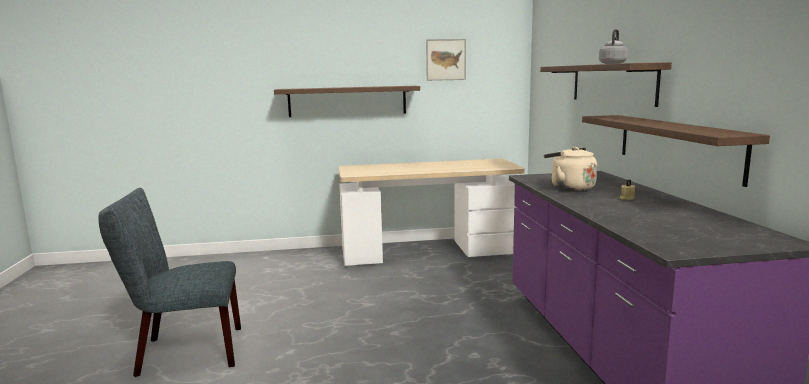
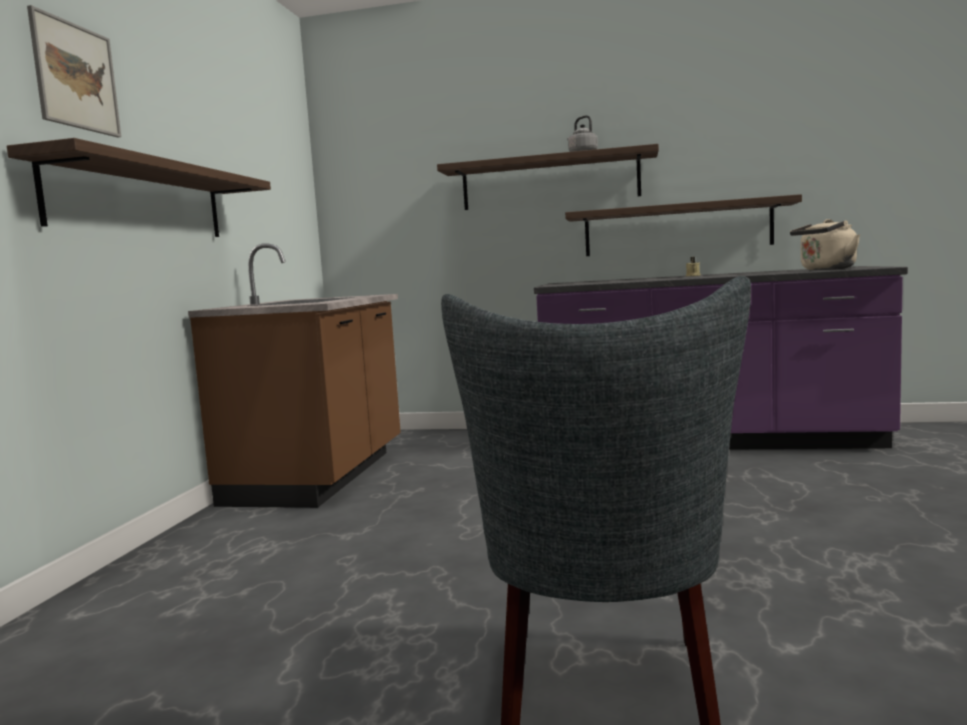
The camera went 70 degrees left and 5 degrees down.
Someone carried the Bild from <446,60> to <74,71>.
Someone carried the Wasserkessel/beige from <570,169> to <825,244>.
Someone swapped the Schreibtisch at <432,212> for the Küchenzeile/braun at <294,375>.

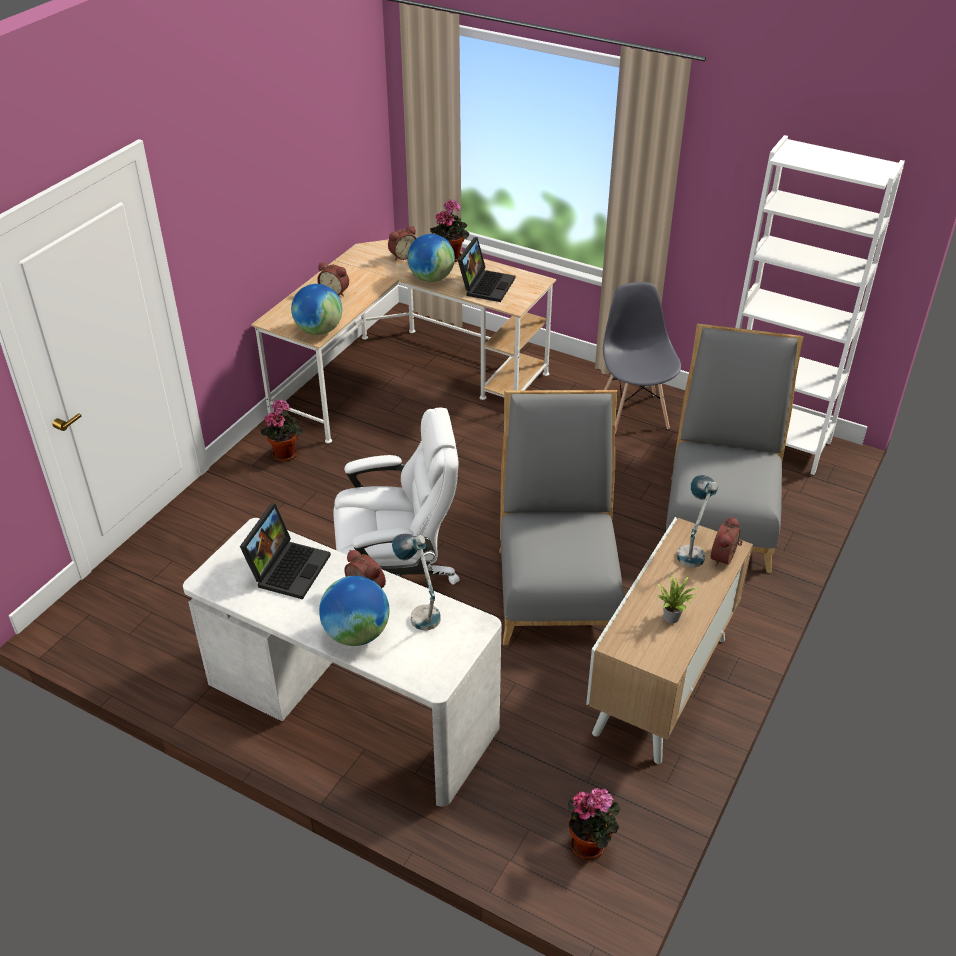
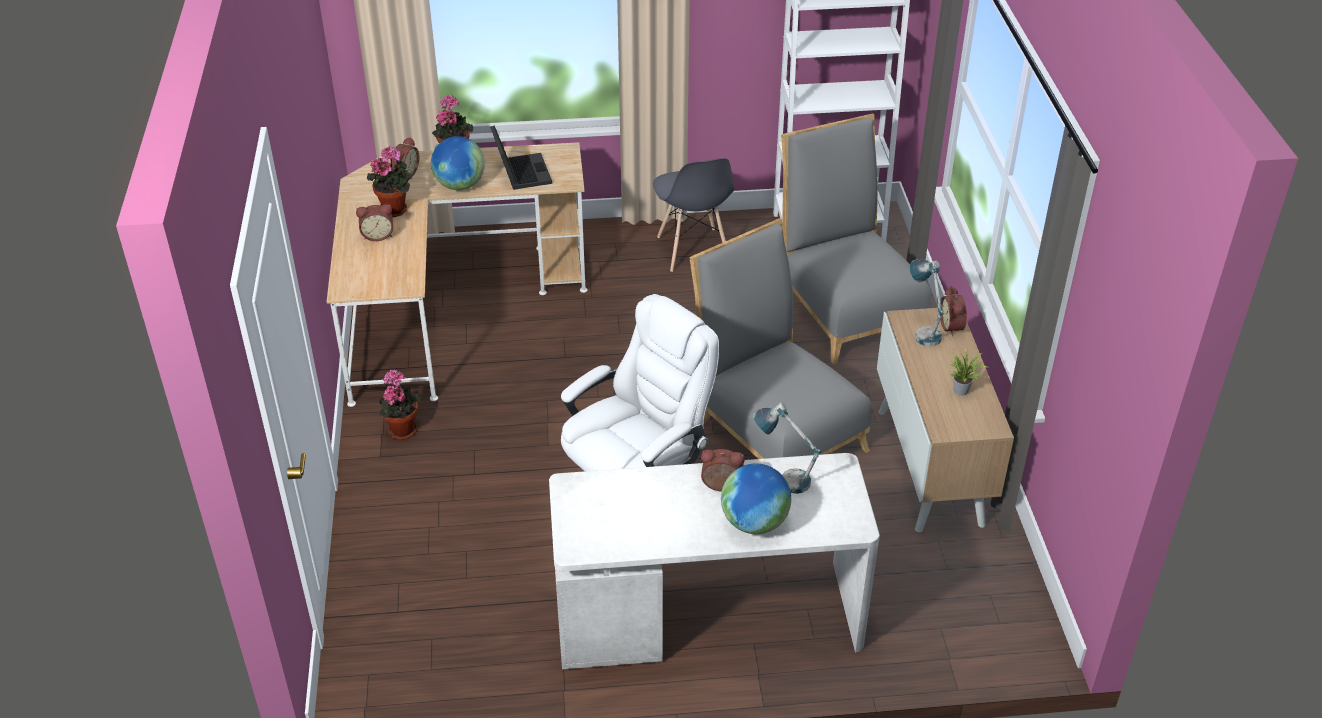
The camera went 35 degrees left and 0 degrees up.
Someone took away the Laptop at <285,551>.
Someone took away the Globus at <316,309>.
Someone carried the Topfpflanze from <594,824> to <389,181>.
Someone rotated the Stuhl/grau at <642,358> by 150 degrees counterclockwise.

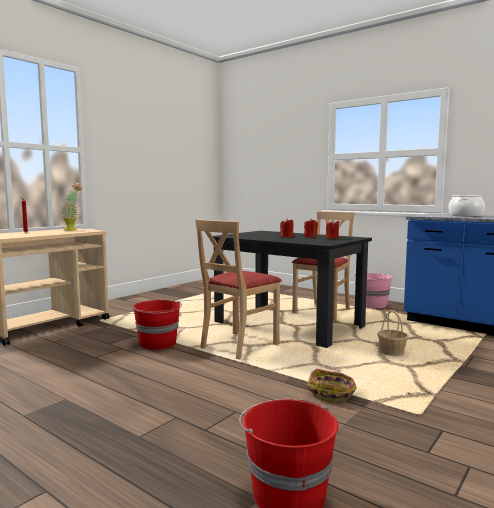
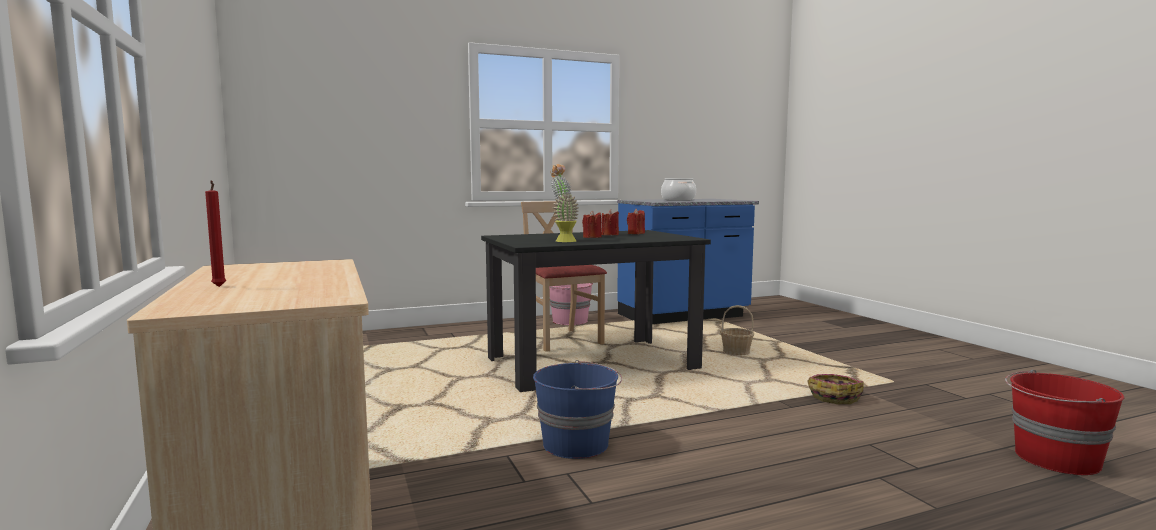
The camera went 60 degrees left and 0 degrees up.
Someone took away the Stuhl/beige at <238,289>.
Someone carried the Topfpflanze from <71,207> to <564,203>.
Someone repainted the Eimer/rot at <157,325>, which became the Eimer/blau at <577,409>.

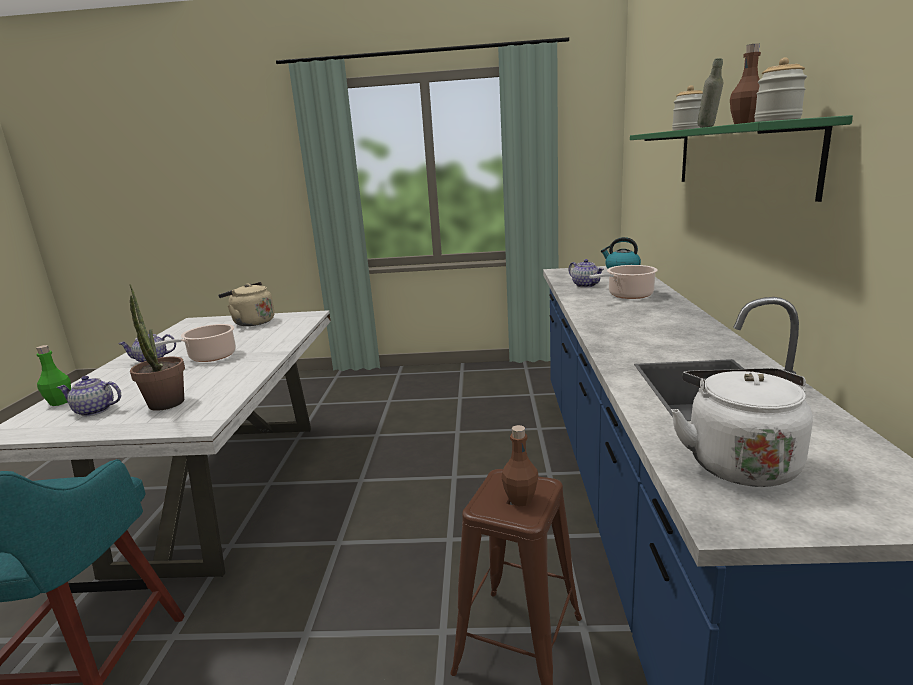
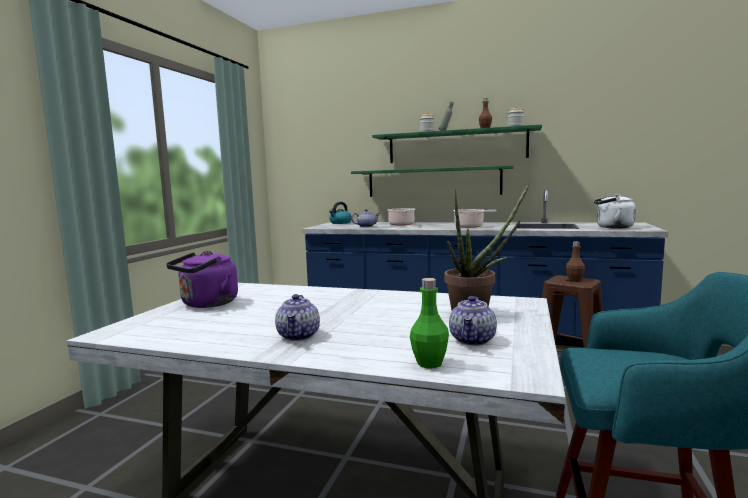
The camera went 75 degrees left and 10 degrees down.
Someone put up the Wandregal/grün at <432,181>.
Someone carried the Kochtopf from <195,343> to <475,218>.
Someone repainted the Wasserkessel/beige at <246,304>, which became the Wasserkessel/lila at <202,279>.

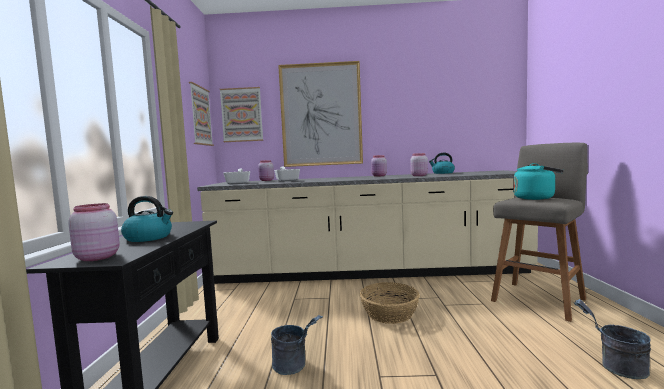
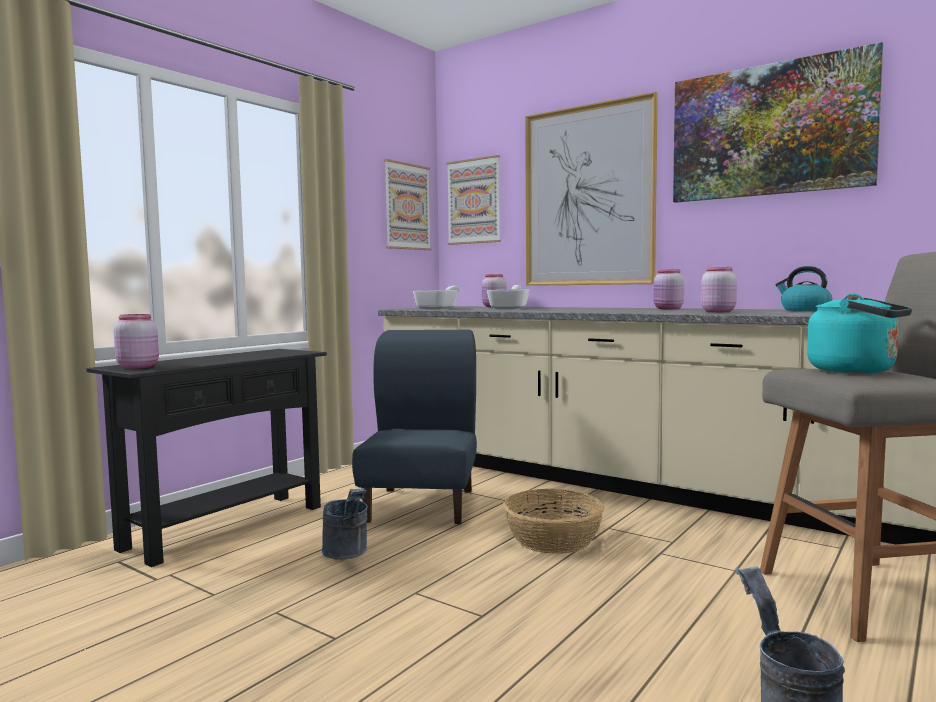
The camera went 35 degrees right and 0 degrees up.
Someone took away the Wasserkessel at <147,219>.
Someone put down the Stuhl/blau at <414,427>.
Someone put up the Bild at <778,122>.

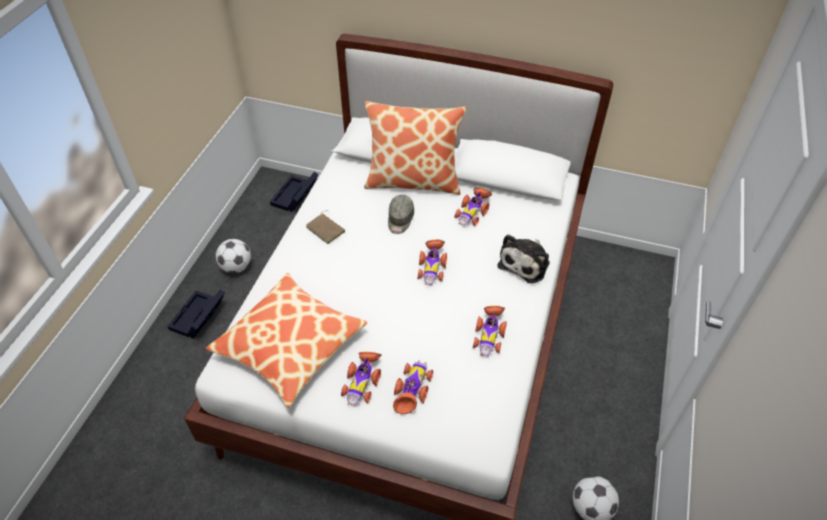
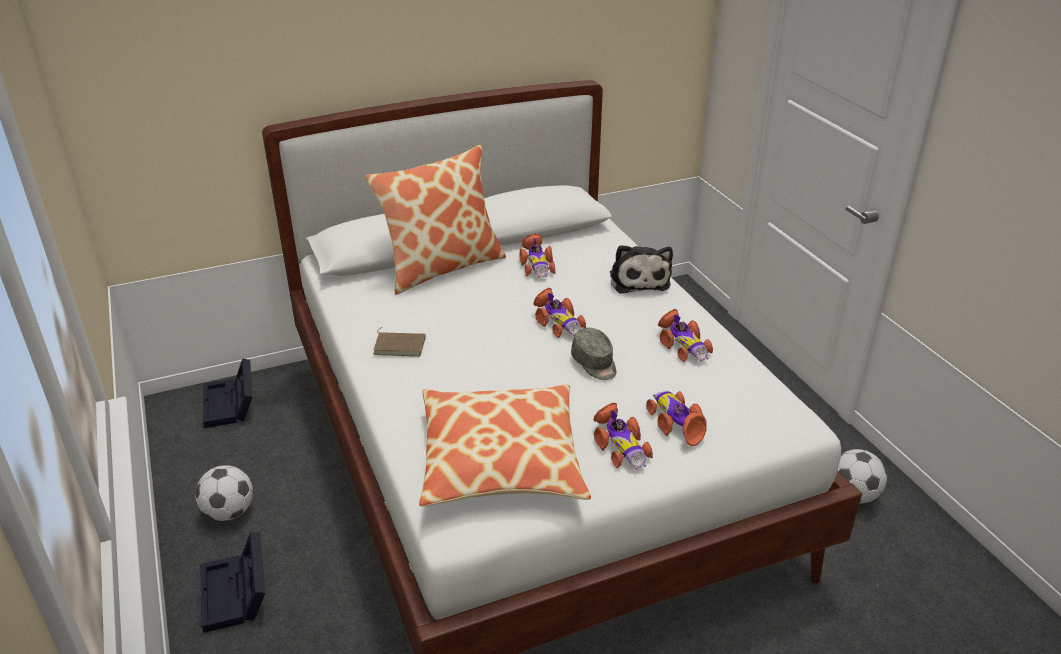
The camera went 40 degrees left and 15 degrees down.
Someone carried the Kappe/grau from <401,214> to <593,354>.

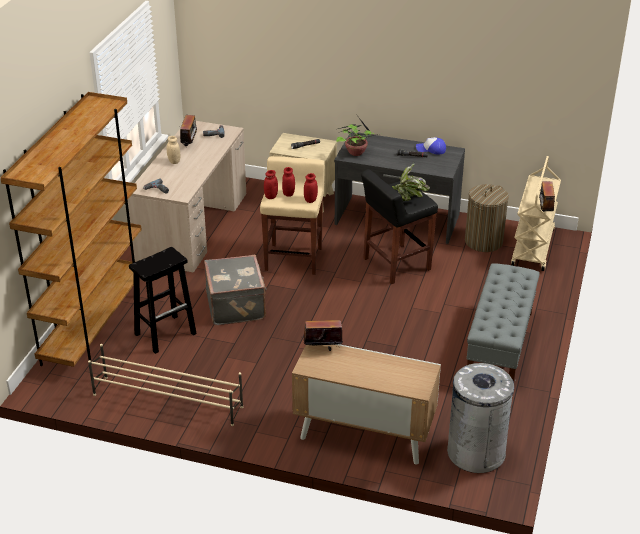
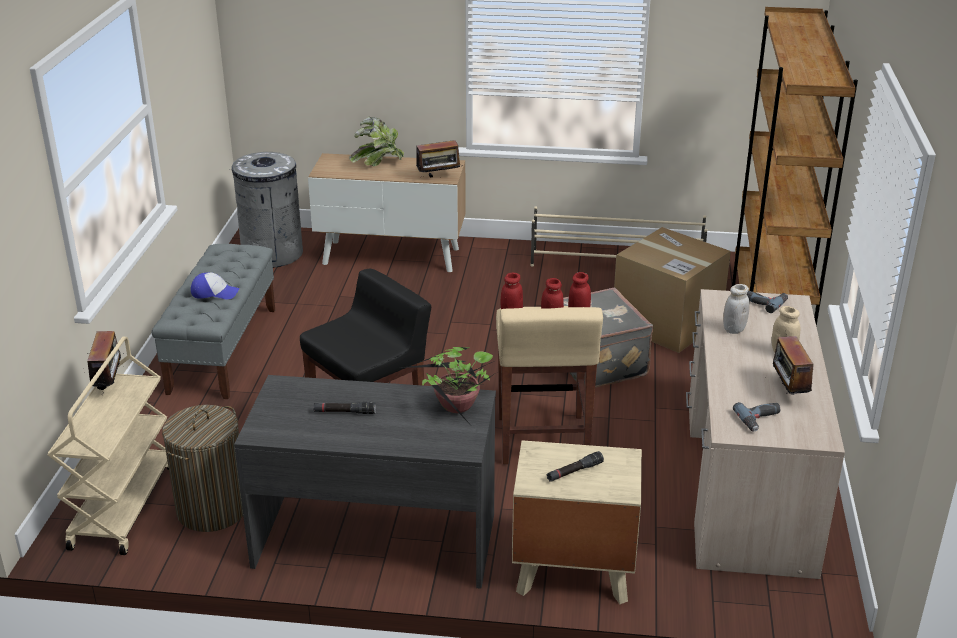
The camera went 170 degrees right and 5 degrees down.
Someone put down the Vorratsglas/weiß at <736,309>.
Someone carried the Topfpflanze from <411,181> to <376,141>.
Someone carried the Kappe from <431,146> to <215,285>.
Someone swapped the Hocker/schwarz at <163,300> for the Karton at <672,290>.

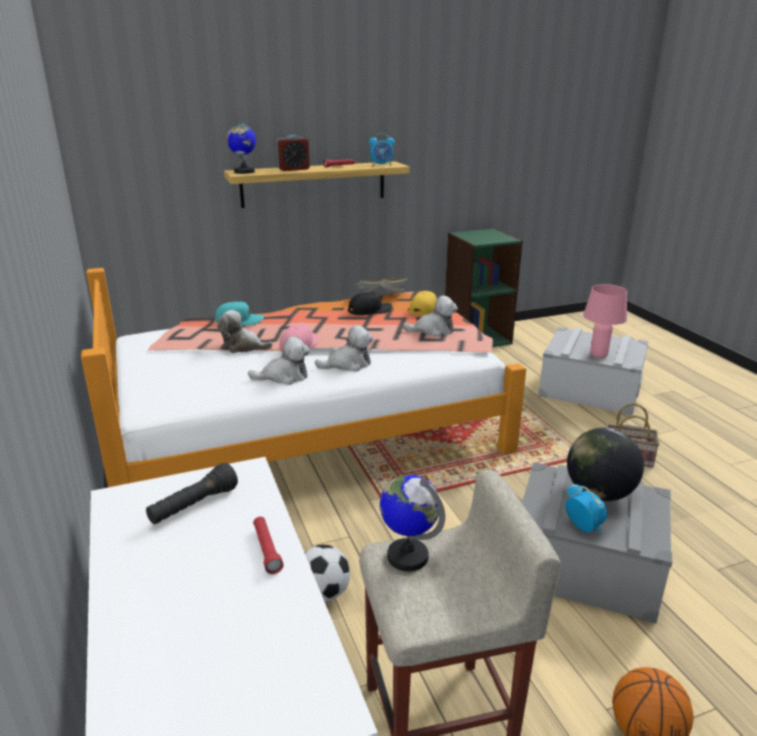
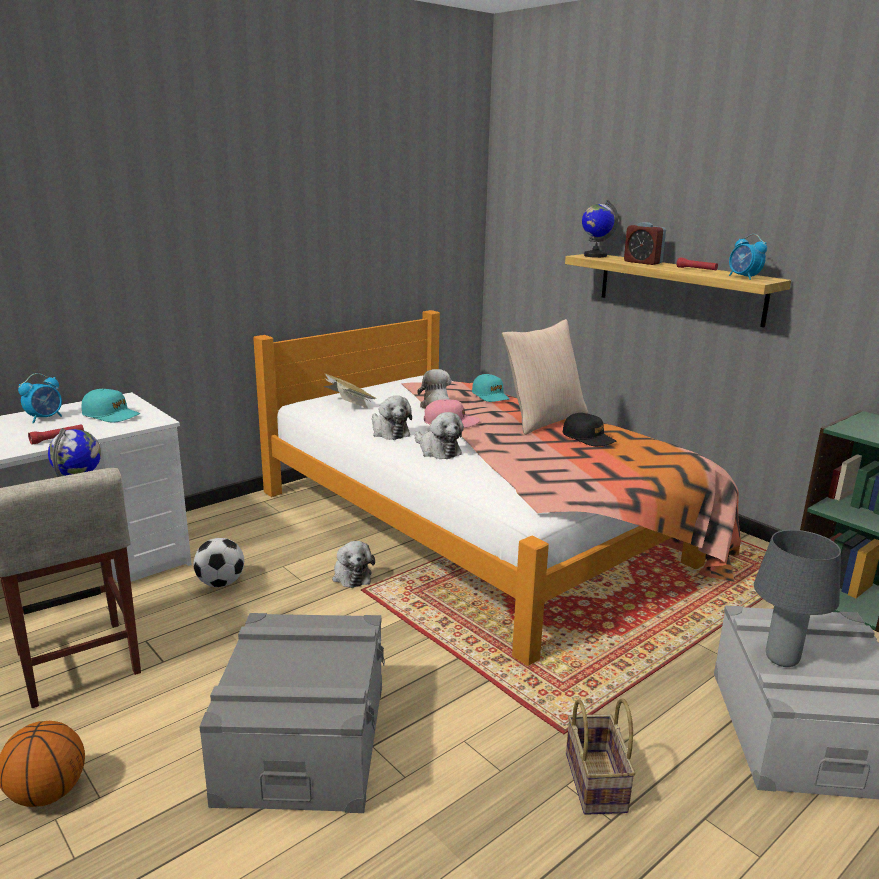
The camera went 70 degrees right and 5 degrees down.
Someone took away the Kappe/gelb at <423,303>.
Someone took away the Globus at <605,464>.
Someone put down the Kissen/beige at <545,377>.
Someone carried the Buch from <382,285> to <350,390>.
Someone carried the Plüschtier from <430,316> to <353,564>.
Someone carried the Wecker from <586,509> to <40,398>.
Someone swapped the Taschenlampe/schwarz at <192,493> for the Kappe/türkis at <110,406>.
Someone repainted the Tischlampe/rosa at <605,321>, which became the Tischlampe/grau at <797,598>.

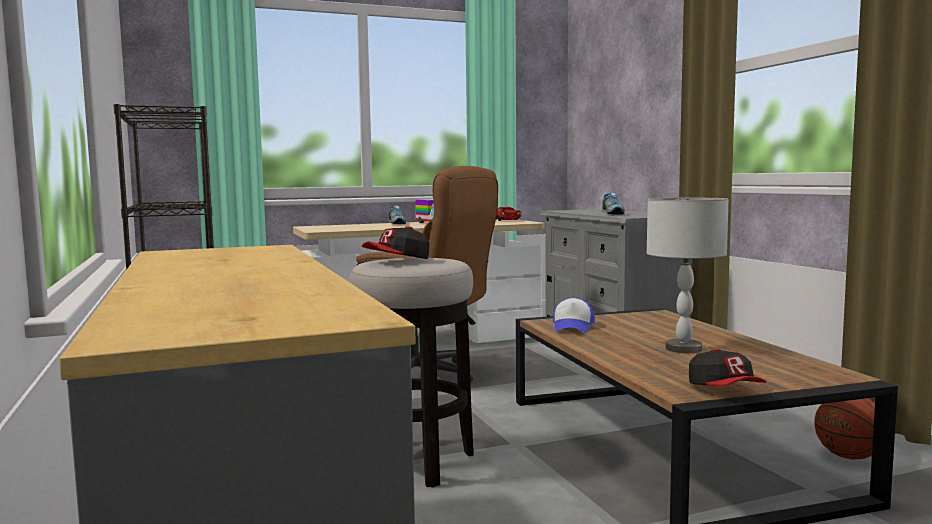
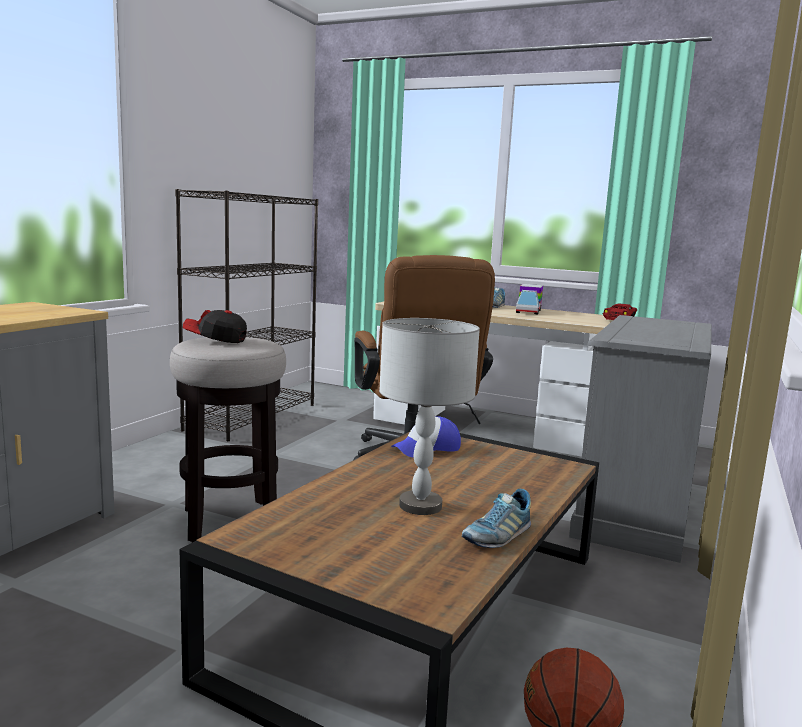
The camera went 45 degrees right and 5 degrees up.
Someone took away the Kappe at <728,367>.
Someone carried the Schuh from <613,203> to <496,518>.

